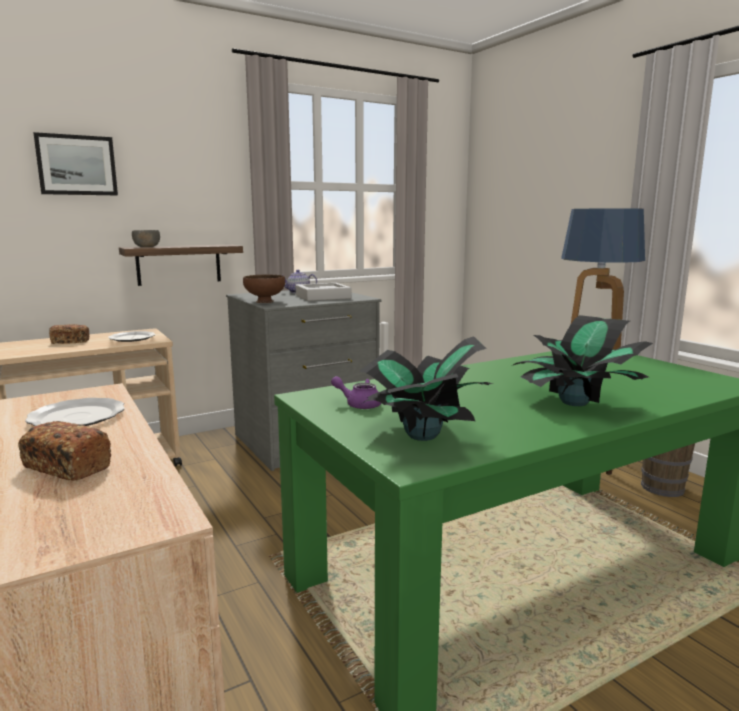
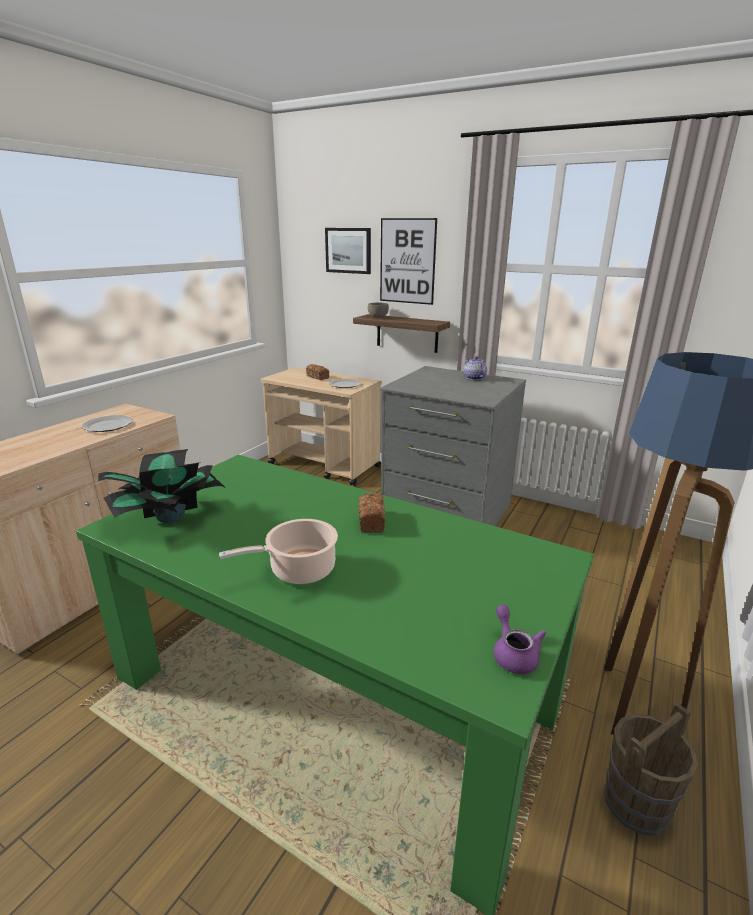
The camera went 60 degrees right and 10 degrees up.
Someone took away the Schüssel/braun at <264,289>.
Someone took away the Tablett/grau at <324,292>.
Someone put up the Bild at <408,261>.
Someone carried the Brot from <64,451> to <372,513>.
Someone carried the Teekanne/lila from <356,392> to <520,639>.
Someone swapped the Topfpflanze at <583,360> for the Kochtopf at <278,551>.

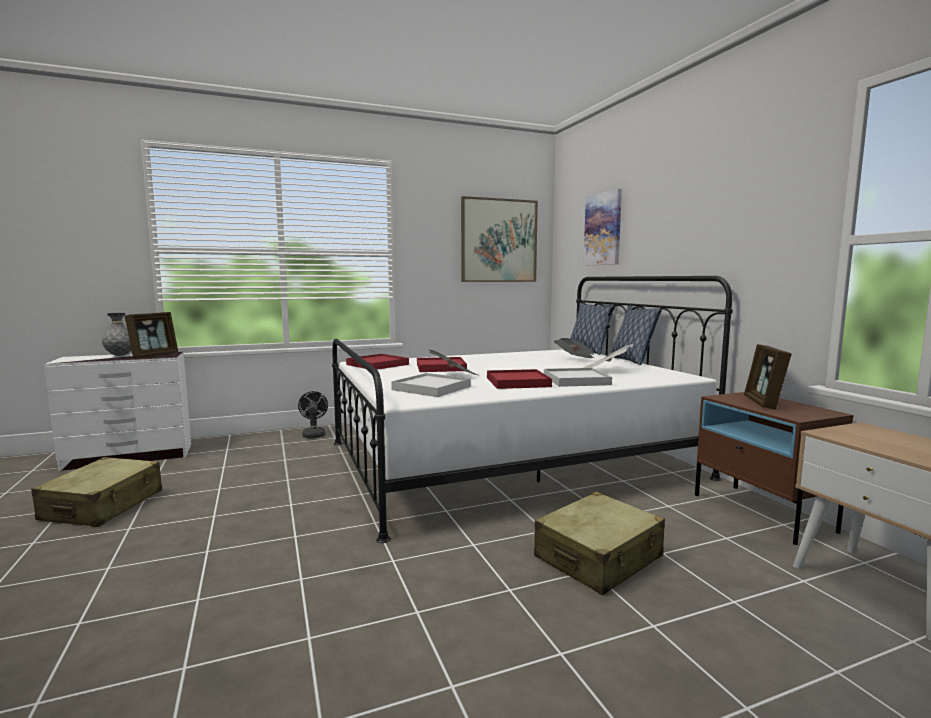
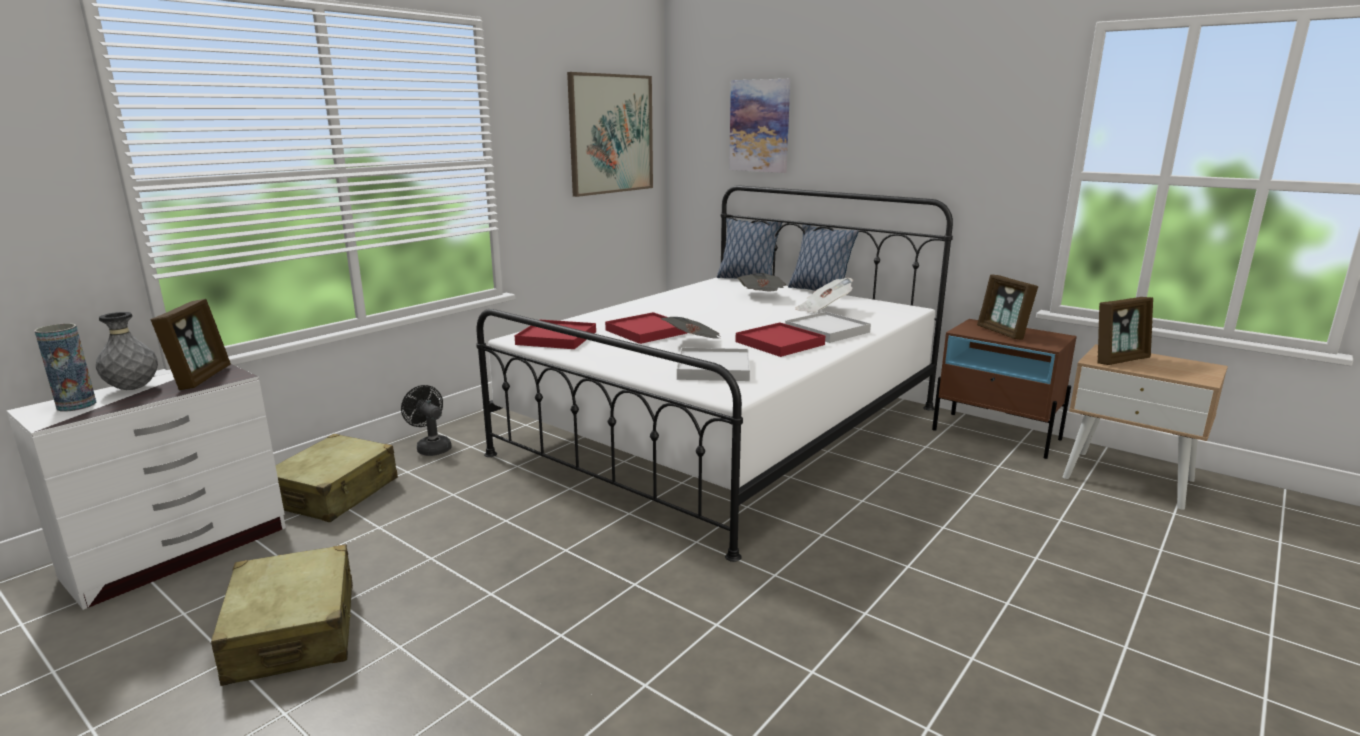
The camera went 30 degrees left and 10 degrees up.
Someone put down the Vase at <65,367>.
Someone put down the Bilderrahmen at <1125,331>.
Someone carried the Koffer/beige from <599,543> to <336,478>.

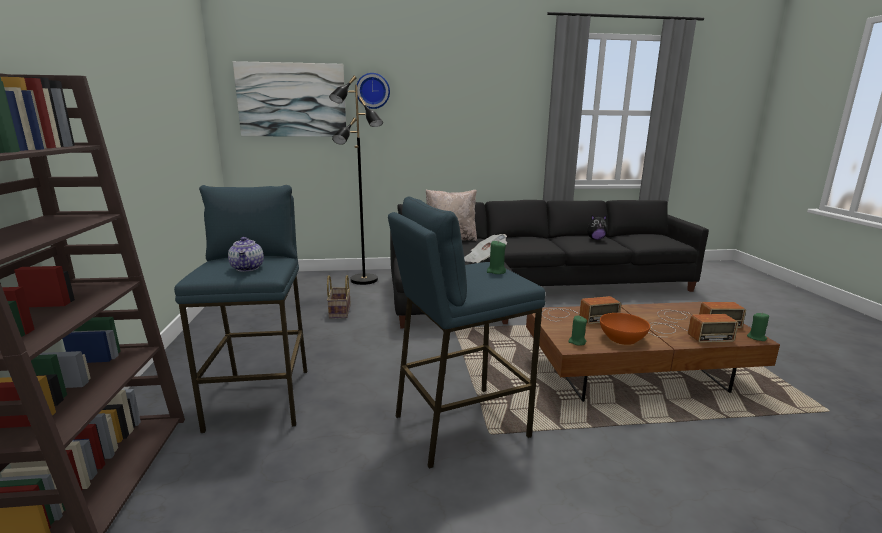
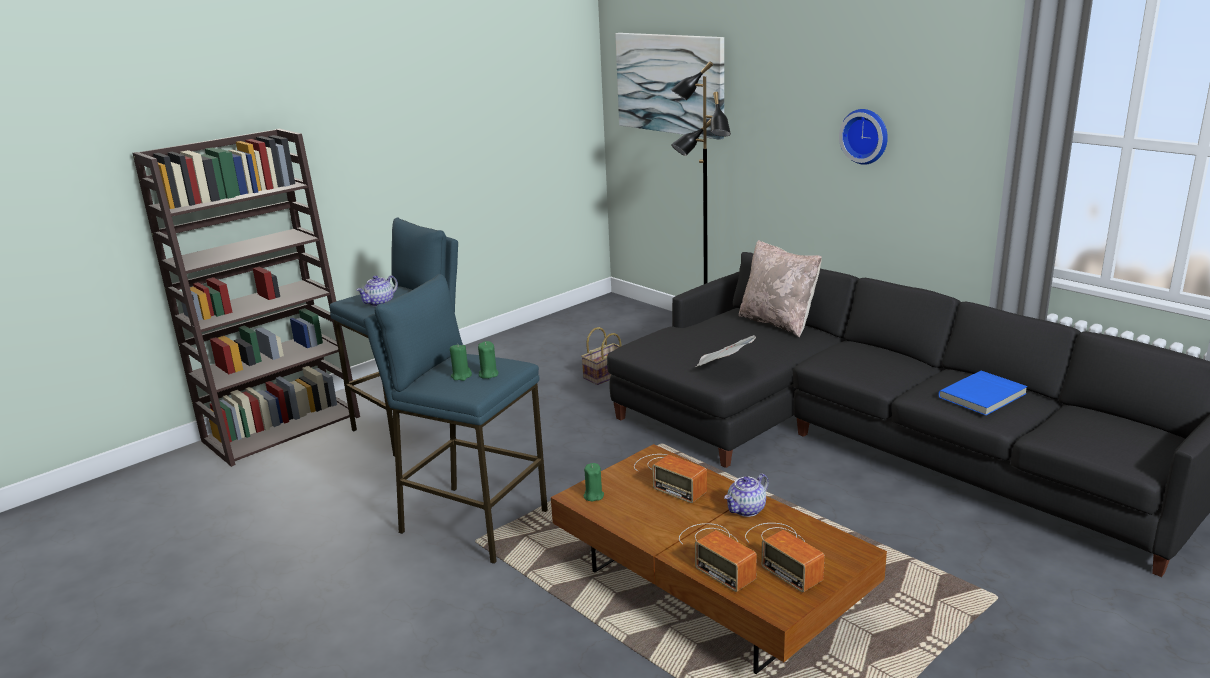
The camera went 55 degrees right and 5 degrees up.
Someone took away the Schüssel/orange at <625,329>.
Someone put down the Teekanne at <746,495>.
Someone carried the Wanduhr from <373,91> to <863,137>.
Someone carried the Kerze/grün from <758,326> to <461,363>.
Someone swapped the Plüschtier at <597,227> for the Buch/blau at <983,393>.

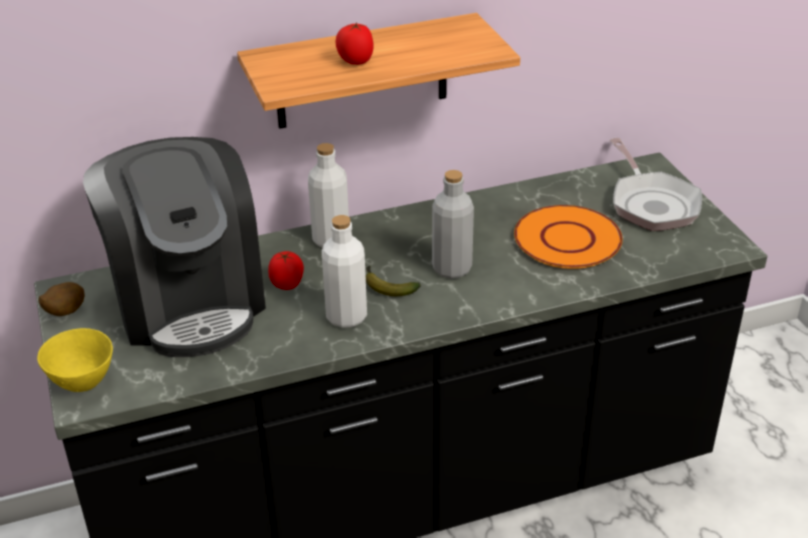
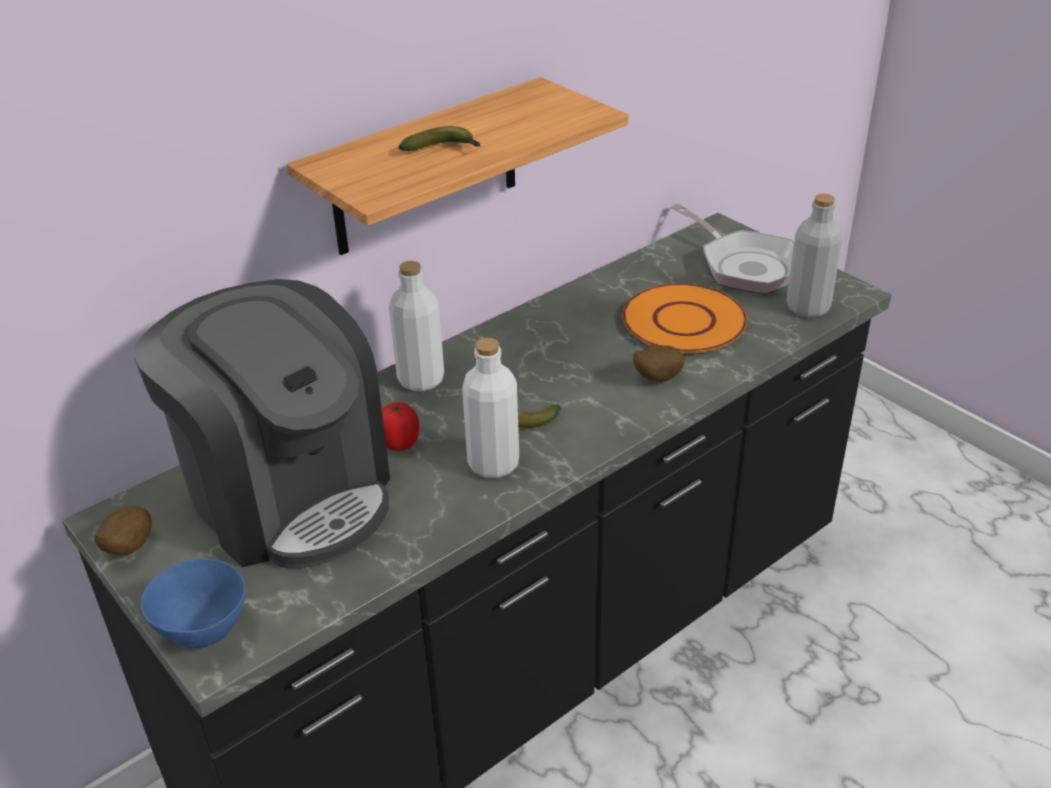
The camera went 20 degrees left and 0 degrees up.
Someone put down the Kartoffel at <659,363>.
Someone carried the Flasche/grau from <453,224> to <814,256>.
Someone swapped the Tomate at <354,44> for the Banane at <440,138>.
Someone repainted the Schüssel/gelb at <75,360>, which became the Schüssel/blau at <193,603>.

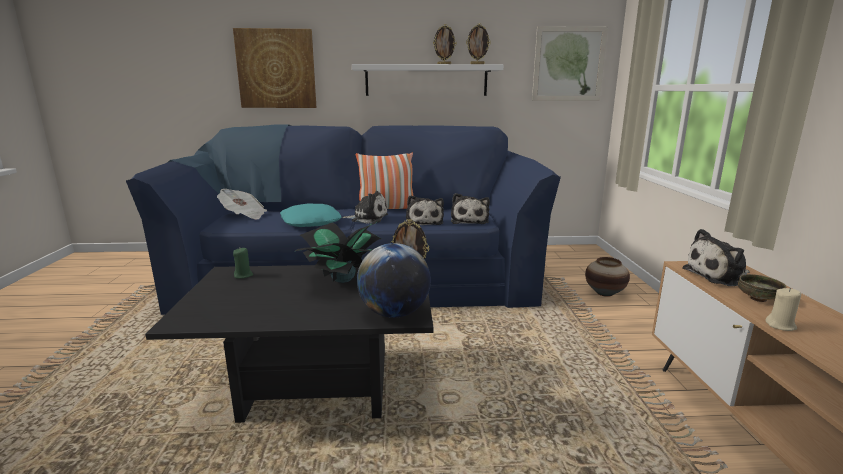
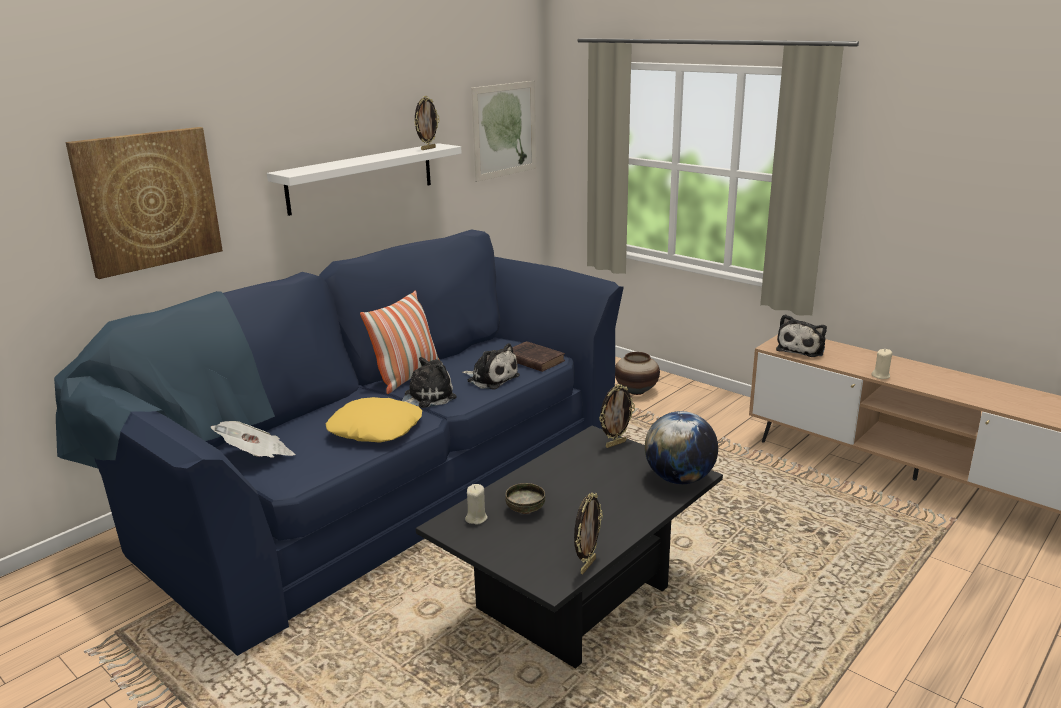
The camera went 45 degrees left and 5 degrees up.
Someone took away the Topfpflanze at <338,250>.
Someone carried the Bilderrahmen from <445,44> to <588,533>.
Someone carried the Schüssel from <762,288> to <525,498>.
Someone swapped the Plüschtier at <470,208> for the Buch/braun at <538,356>.
Someone repainted the Kerze/grün at <243,263>, which became the Kerze/beige at <476,504>.
Someone repainted the Kissen/türkis at <311,215>, which became the Kissen/gelb at <374,420>.

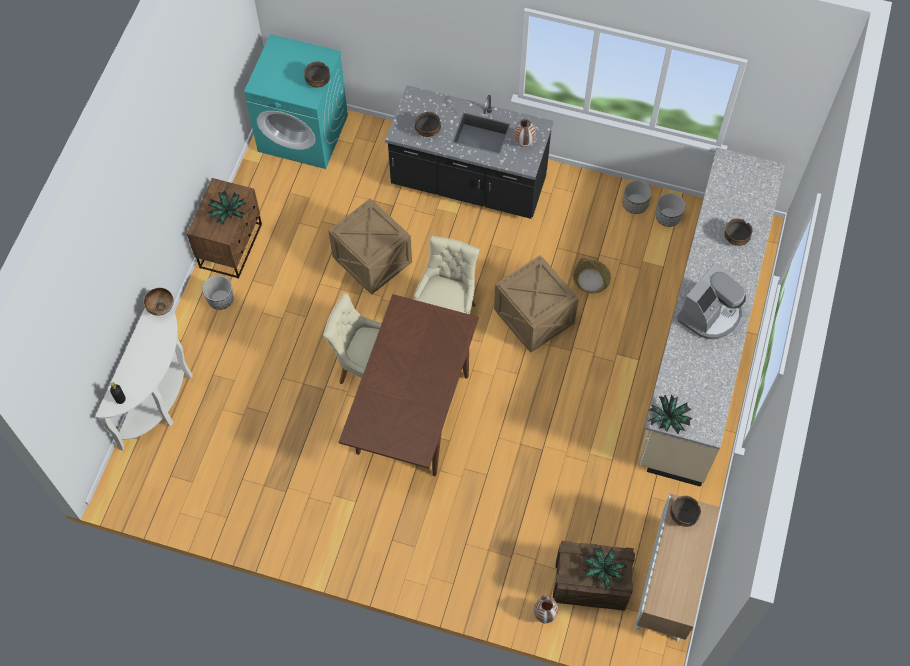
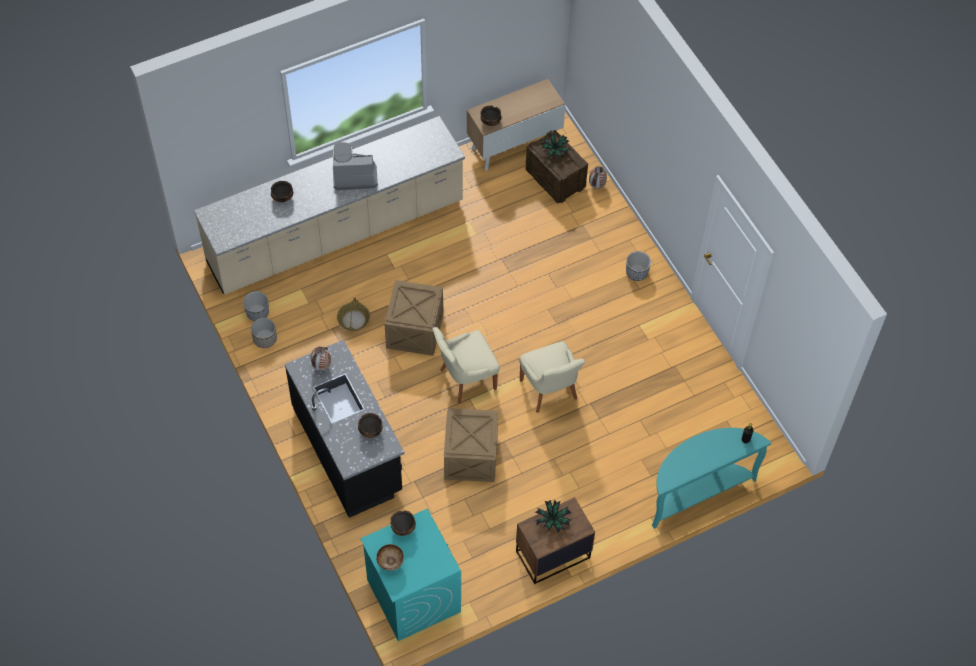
The camera went 135 degrees left and 5 degrees down.
Someone took away the Esstisch/braun at <409,385>.
Someone took away the Topfpflanze at <670,414>.
Someone carried the Schüssel from <159,302> to <390,557>.
Someone carried the Pflanzkübel from <218,292> to <638,266>.
Someone repainted the Konsolentisch/weiß at <143,379>, which became the Konsolentisch/türkis at <711,478>.

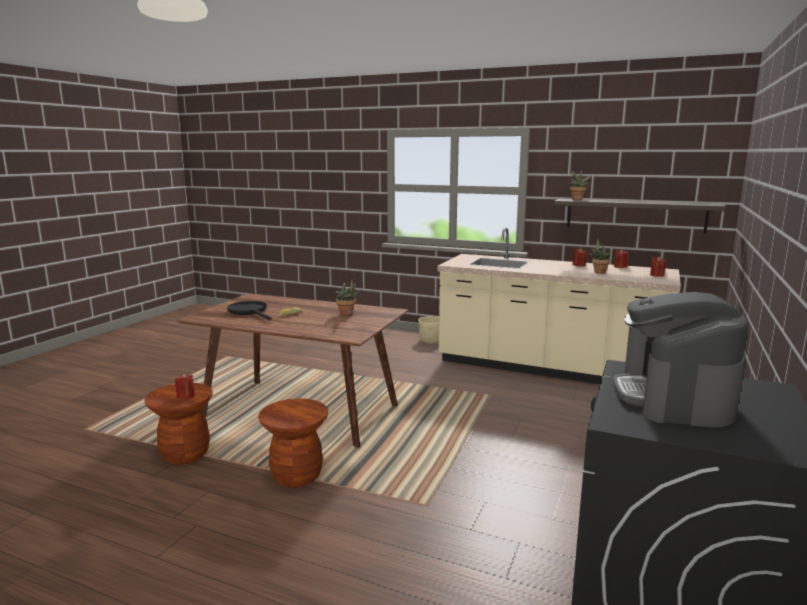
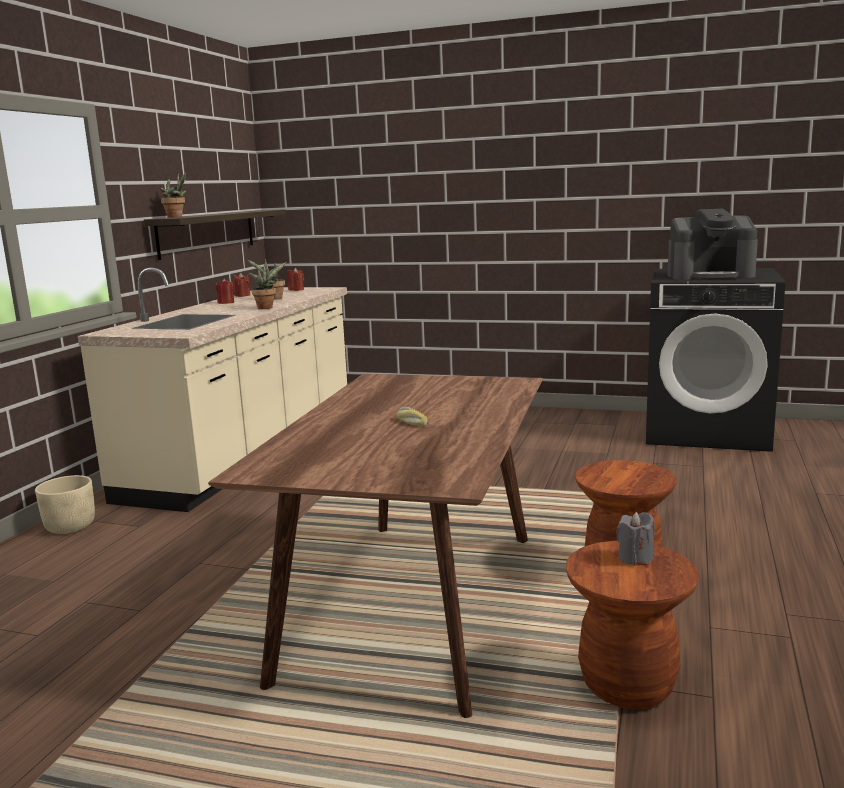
The camera went 95 degrees left and 0 degrees up.
Someone took away the Pfanne/schwarz at <249,310>.
Someone carried the Topfpflanze from <347,298> to <267,285>.
Someone repainted the Kerze/rot at <185,386>, which became the Kerze/grau at <635,539>.

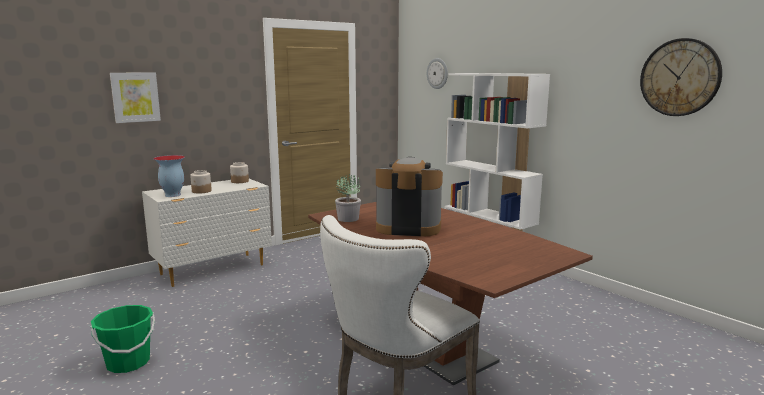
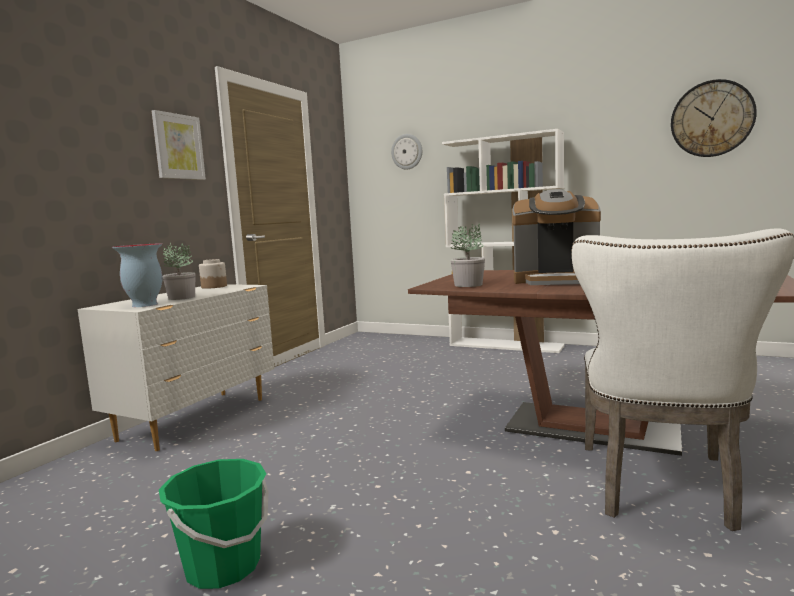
The camera went 25 degrees left and 5 degrees down.
Someone carried the Bild from <135,97> to <179,145>.
Someone swapped the Vorratsglas at <201,181> for the Topfpflanze at <179,271>.
Someone rotated the Kaffeemaschine at <409,196> by 150 degrees counterclockwise.

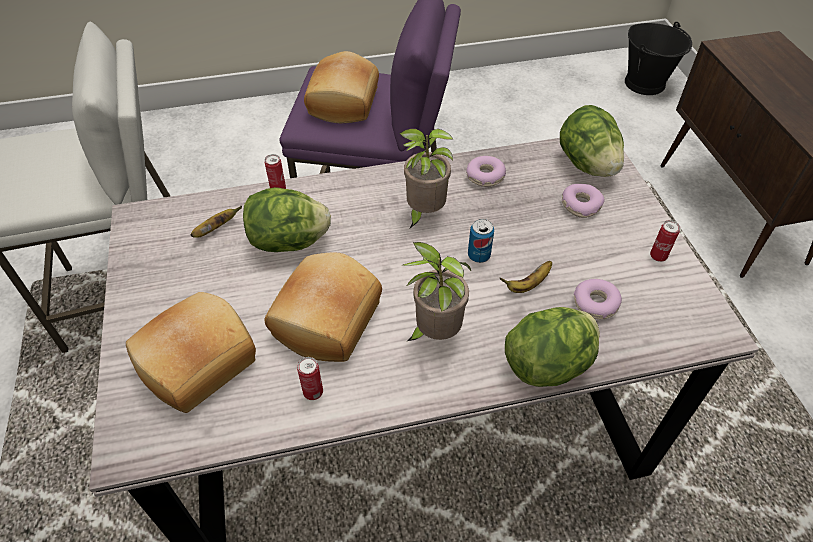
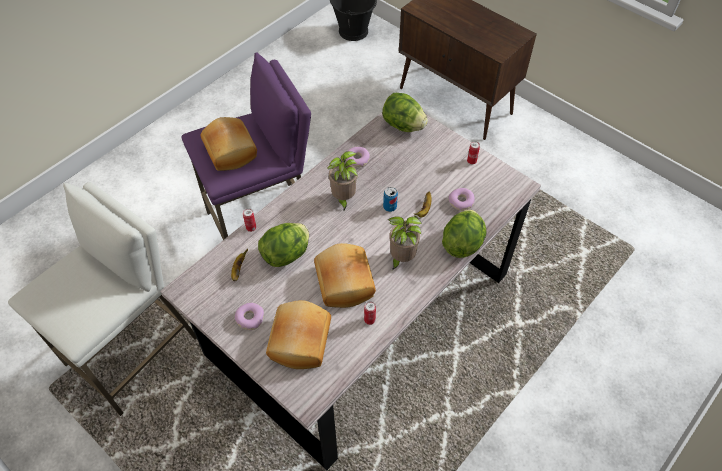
The camera went 35 degrees left and 5 degrees up.
Someone carried the Donut from <583,201> to <249,316>.

